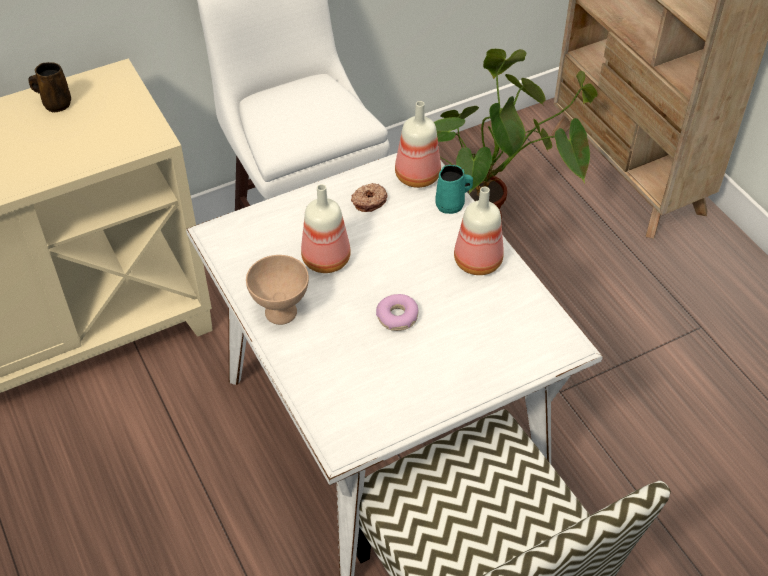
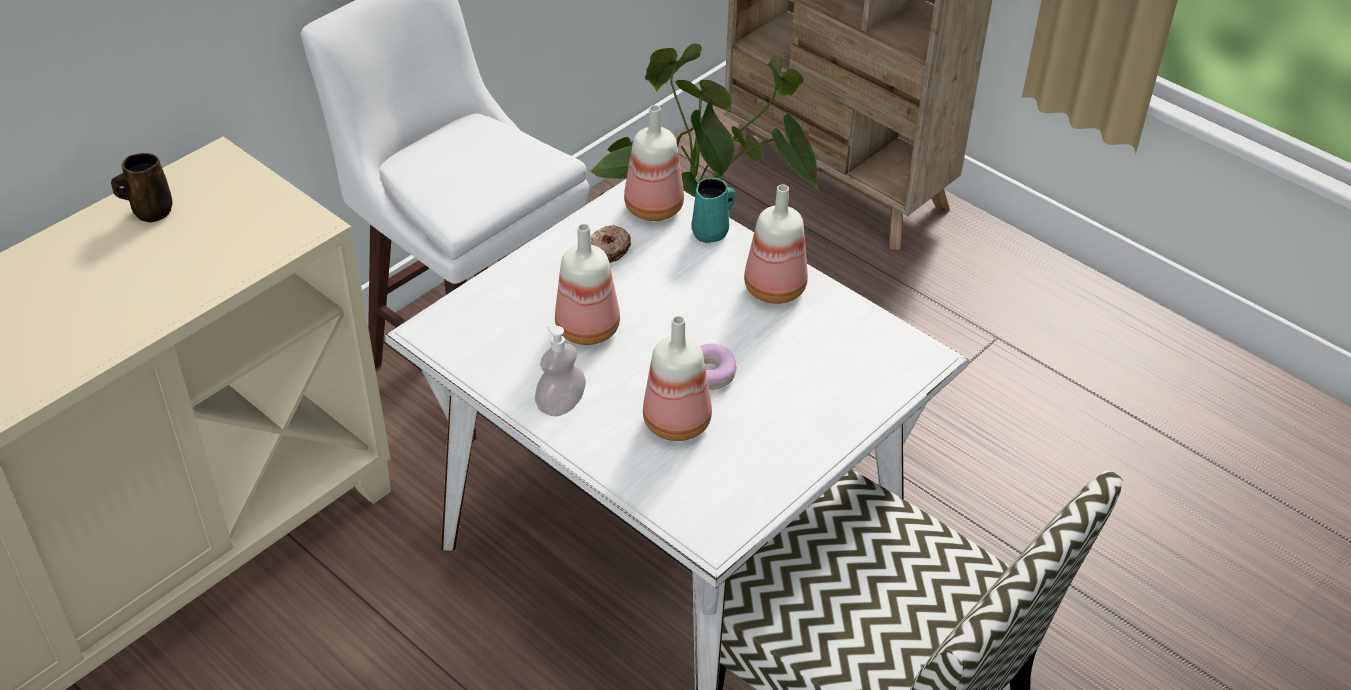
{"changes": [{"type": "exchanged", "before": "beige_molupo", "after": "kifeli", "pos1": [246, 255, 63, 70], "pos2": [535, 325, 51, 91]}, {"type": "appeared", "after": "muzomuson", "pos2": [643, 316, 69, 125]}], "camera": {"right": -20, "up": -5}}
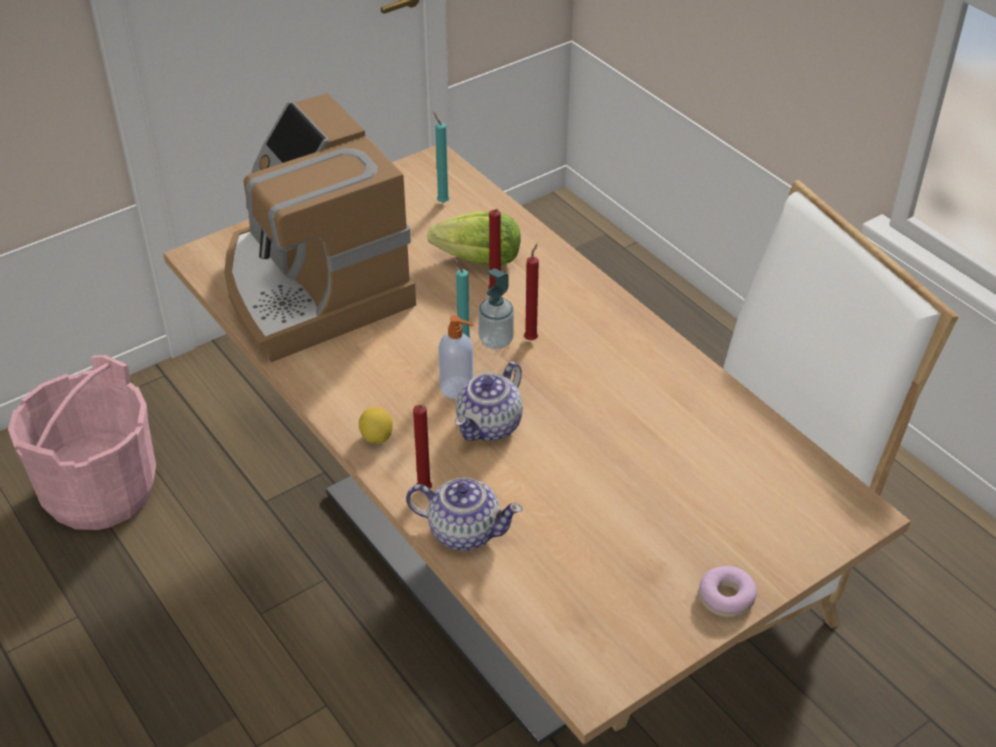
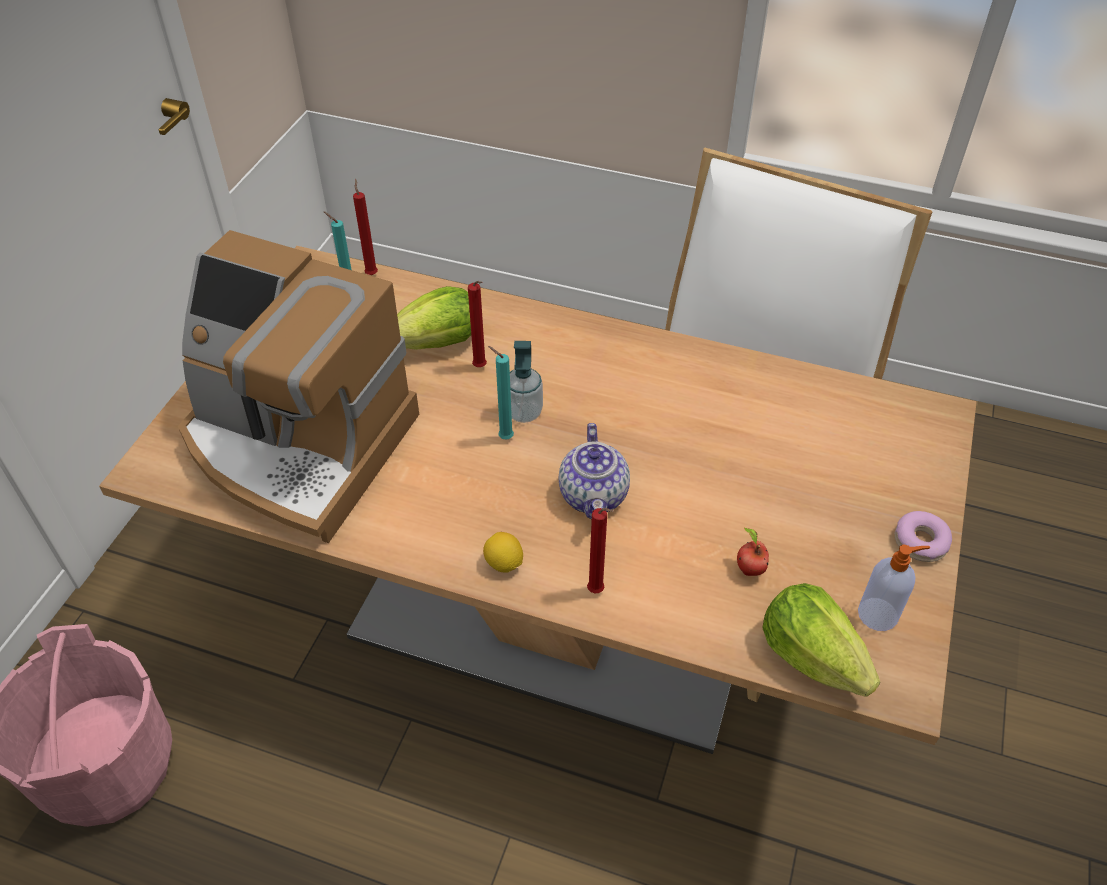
{"changes": [{"type": "relocated", "before": "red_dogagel", "pos1": [524, 244, 15, 96], "pos2": [353, 179, 25, 96]}, {"type": "appeared", "after": "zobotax", "pos2": [737, 527, 32, 49]}, {"type": "appeared", "after": "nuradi", "pos2": [762, 583, 118, 114]}, {"type": "relocated", "before": "kifeli", "pos1": [439, 315, 35, 84], "pos2": [858, 545, 72, 86]}, {"type": "missing", "before": "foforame", "pos1": [406, 477, 117, 74]}], "camera": {"right": -35, "up": 5}}
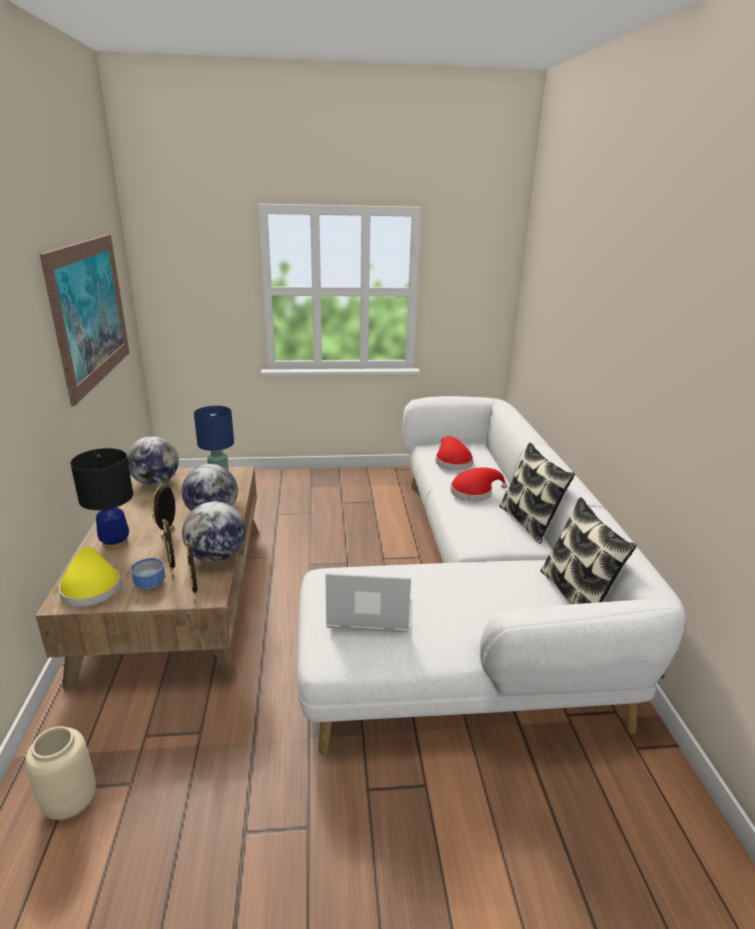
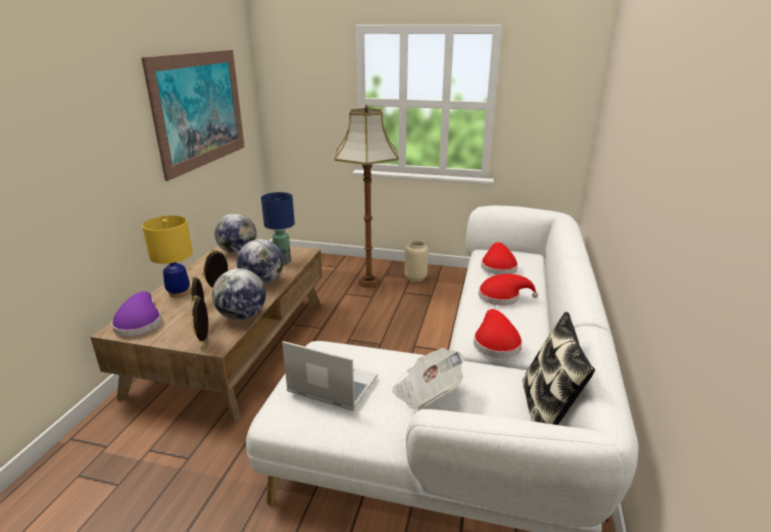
{"changes": [{"type": "colour", "before": "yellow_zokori", "after": "purple_zokori", "pos1": [59, 547, 62, 60], "pos2": [111, 291, 51, 45]}, {"type": "colour", "before": "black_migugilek", "after": "yellow_migugilek", "pos1": [70, 448, 63, 101], "pos2": [142, 216, 51, 81]}, {"type": "appeared", "after": "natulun", "pos2": [335, 104, 64, 184]}, {"type": "appeared", "after": "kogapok", "pos2": [392, 348, 73, 62]}, {"type": "relocated", "before": "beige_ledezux", "pos1": [25, 726, 71, 94], "pos2": [405, 241, 23, 41]}, {"type": "appeared", "after": "red_zokori", "pos2": [474, 309, 48, 49]}, {"type": "missing", "before": "molupo", "pos1": [131, 558, 34, 32]}, {"type": "missing", "before": "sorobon", "pos1": [499, 443, 76, 101]}], "camera": {"right": 20, "up": 0}}
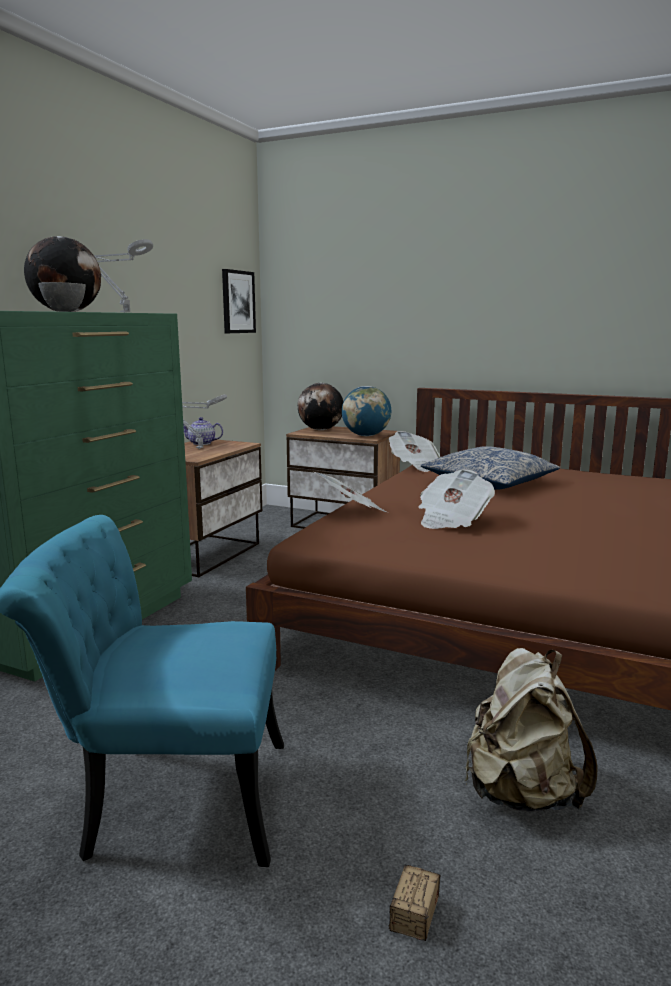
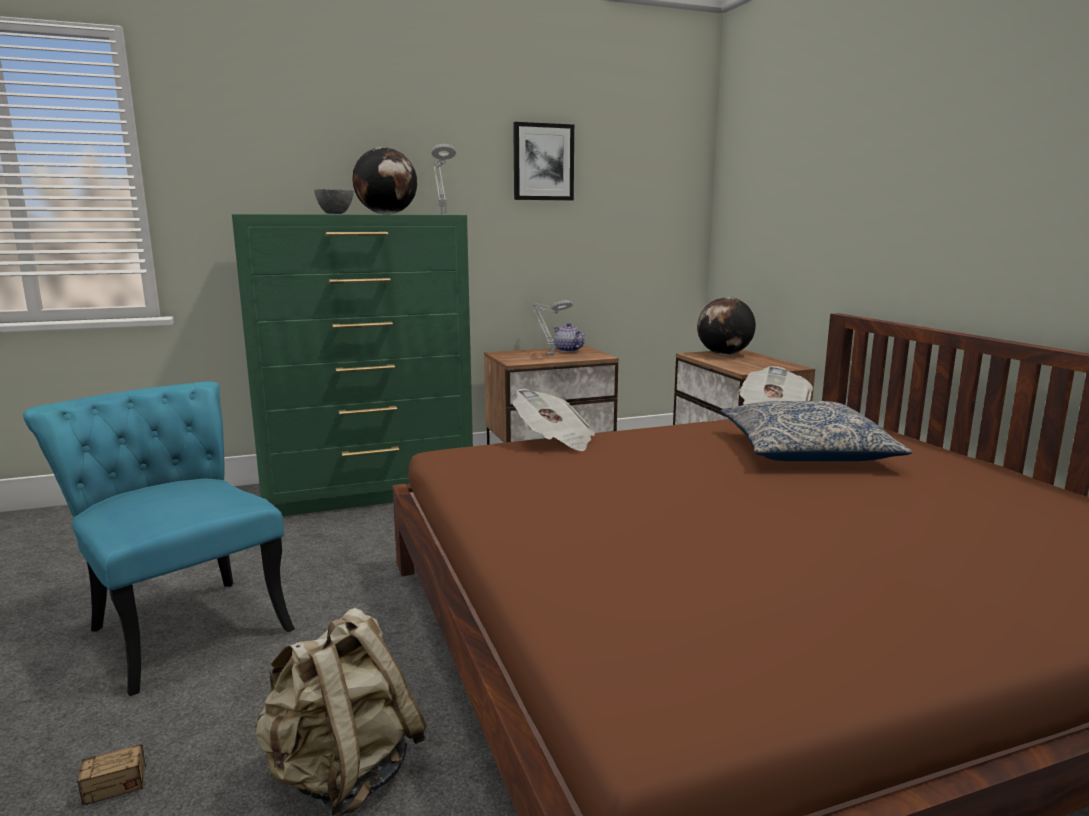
{"changes": [{"type": "relocated", "before": "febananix", "pos1": [222, 269, 34, 64], "pos2": [513, 122, 61, 78]}, {"type": "missing", "before": "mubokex", "pos1": [342, 386, 49, 50]}, {"type": "missing", "before": "kogapok", "pos1": [419, 469, 76, 60]}], "camera": {"right": 45, "up": 0}}
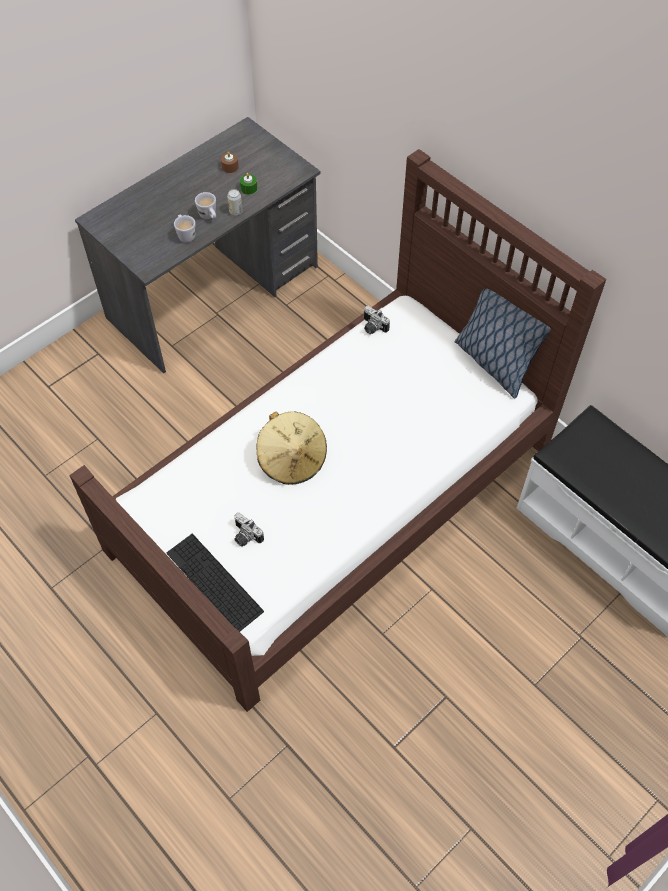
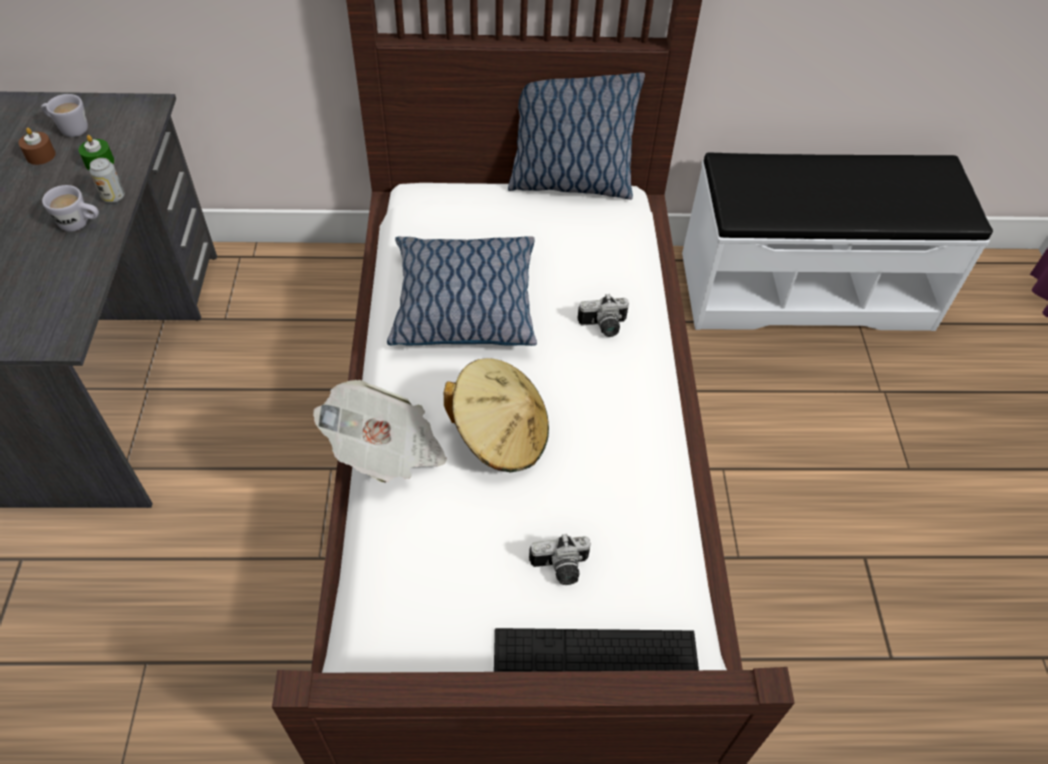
{"changes": [{"type": "relocated", "before": "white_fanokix", "pos1": [174, 214, 22, 29], "pos2": [41, 94, 47, 43]}, {"type": "appeared", "after": "kogapok", "pos2": [313, 380, 134, 103]}, {"type": "appeared", "after": "sorobon", "pos2": [387, 237, 150, 109]}, {"type": "relocated", "before": "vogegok", "pos1": [363, 306, 27, 28], "pos2": [578, 294, 51, 43]}], "camera": {"right": -50, "up": -5}}
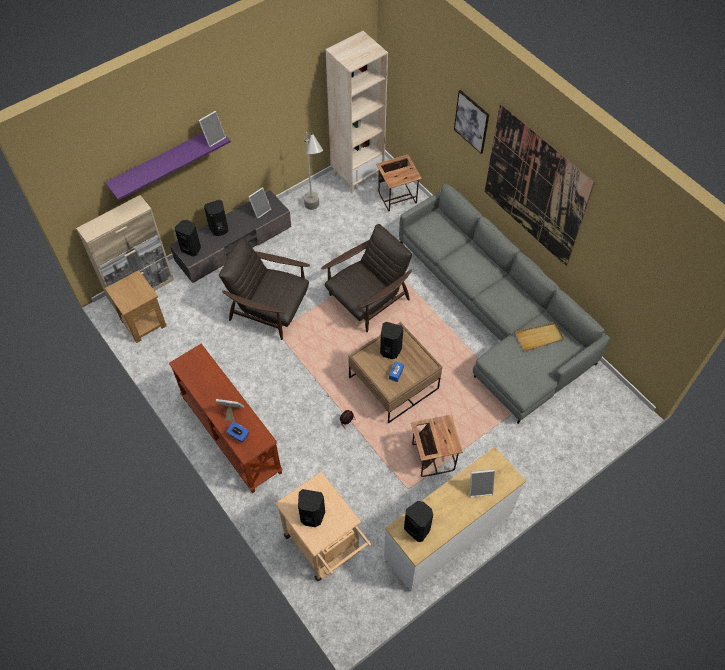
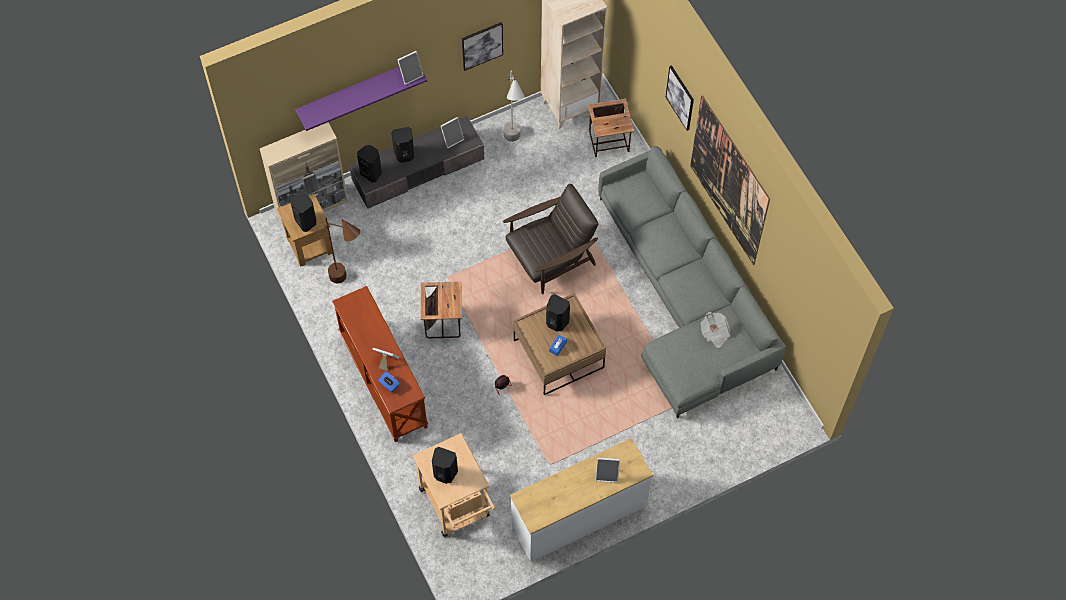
{"changes": [{"type": "relocated", "before": "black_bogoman", "pos1": [404, 501, 29, 41], "pos2": [290, 193, 26, 39]}, {"type": "appeared", "after": "brown_natulun", "pos2": [322, 218, 38, 65]}, {"type": "relocated", "before": "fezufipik", "pos1": [411, 415, 52, 62], "pos2": [420, 282, 42, 56]}, {"type": "appeared", "after": "febananix", "pos2": [462, 22, 41, 49]}, {"type": "exchanged", "before": "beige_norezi", "after": "kogapok", "pos1": [516, 322, 48, 29], "pos2": [701, 312, 30, 36]}, {"type": "missing", "before": "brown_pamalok", "pos1": [219, 238, 91, 102]}], "camera": {"right": 10, "up": 5}}
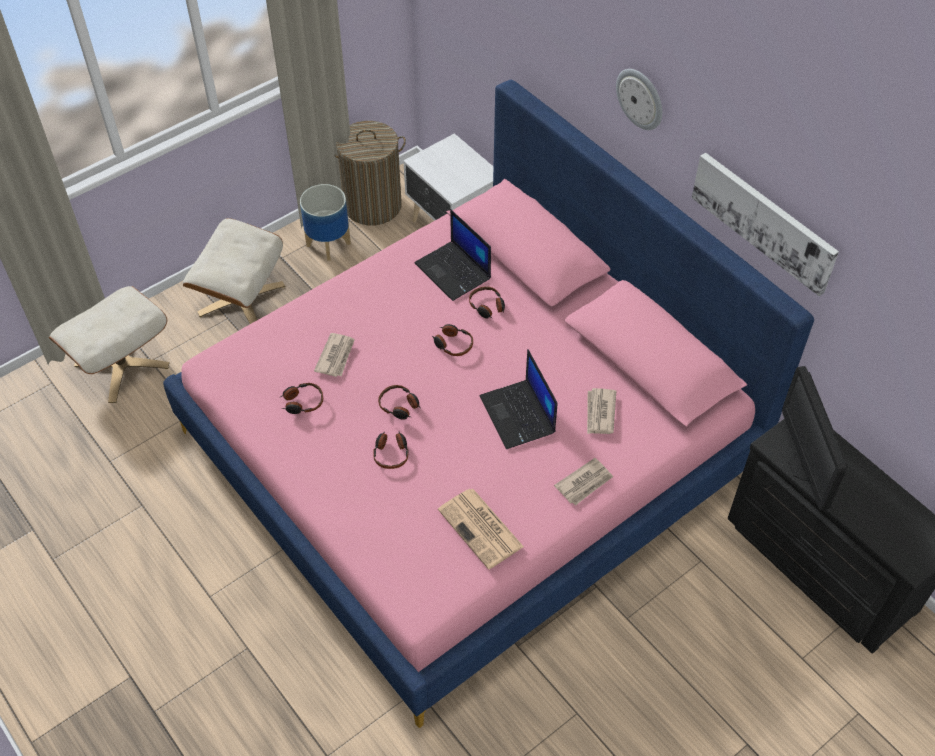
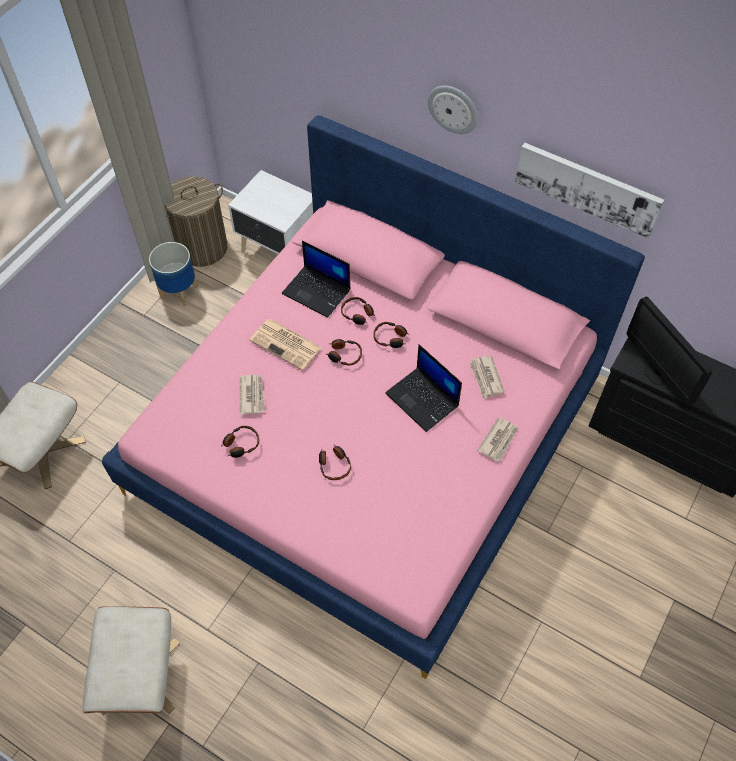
{"changes": [{"type": "relocated", "before": "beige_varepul", "pos1": [183, 218, 102, 106], "pos2": [82, 606, 98, 110]}, {"type": "relocated", "before": "kogapok", "pos1": [438, 489, 86, 81], "pos2": [250, 319, 72, 51]}, {"type": "relocated", "before": "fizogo", "pos1": [378, 385, 42, 35], "pos2": [373, 322, 36, 26]}], "camera": {"right": -20, "up": 5}}
